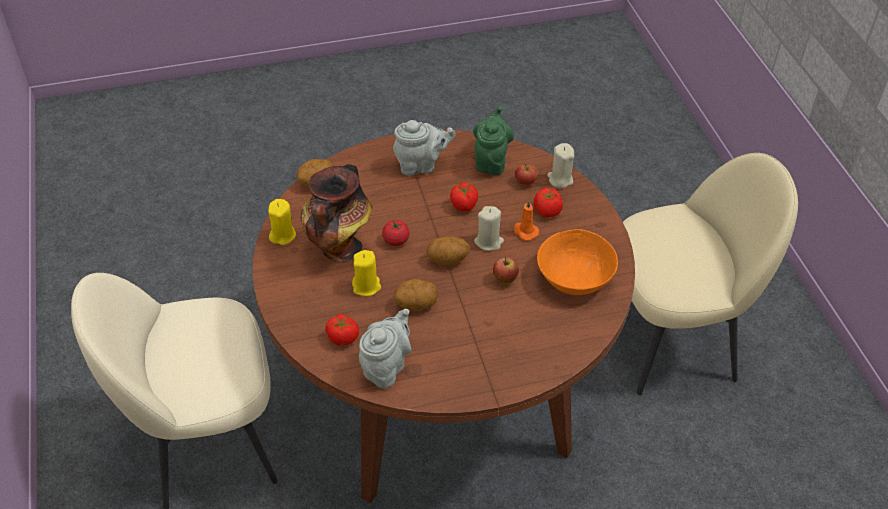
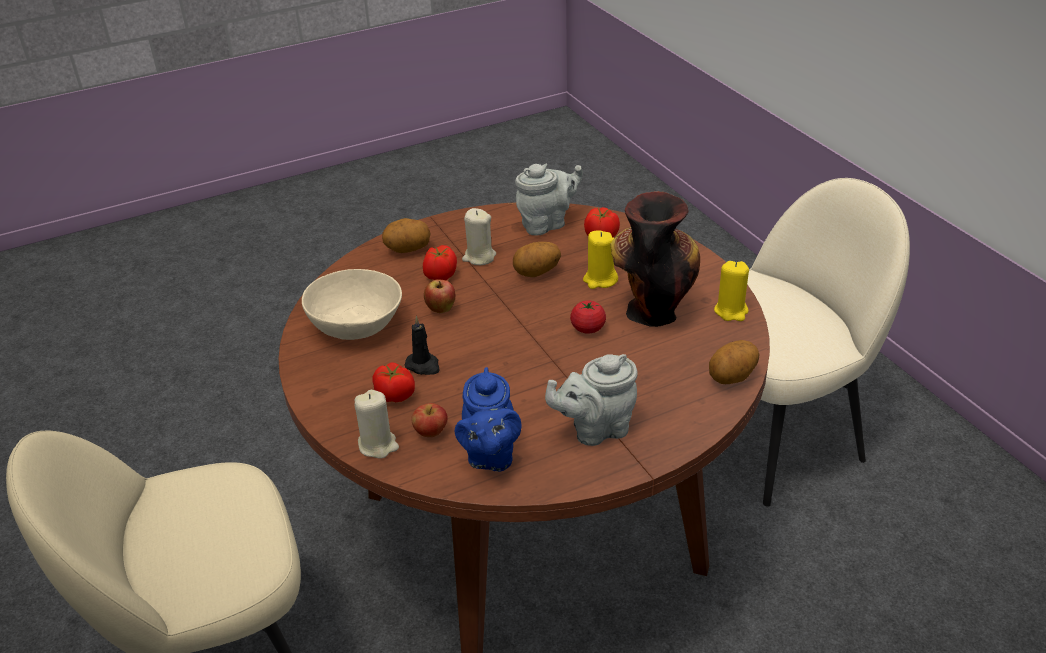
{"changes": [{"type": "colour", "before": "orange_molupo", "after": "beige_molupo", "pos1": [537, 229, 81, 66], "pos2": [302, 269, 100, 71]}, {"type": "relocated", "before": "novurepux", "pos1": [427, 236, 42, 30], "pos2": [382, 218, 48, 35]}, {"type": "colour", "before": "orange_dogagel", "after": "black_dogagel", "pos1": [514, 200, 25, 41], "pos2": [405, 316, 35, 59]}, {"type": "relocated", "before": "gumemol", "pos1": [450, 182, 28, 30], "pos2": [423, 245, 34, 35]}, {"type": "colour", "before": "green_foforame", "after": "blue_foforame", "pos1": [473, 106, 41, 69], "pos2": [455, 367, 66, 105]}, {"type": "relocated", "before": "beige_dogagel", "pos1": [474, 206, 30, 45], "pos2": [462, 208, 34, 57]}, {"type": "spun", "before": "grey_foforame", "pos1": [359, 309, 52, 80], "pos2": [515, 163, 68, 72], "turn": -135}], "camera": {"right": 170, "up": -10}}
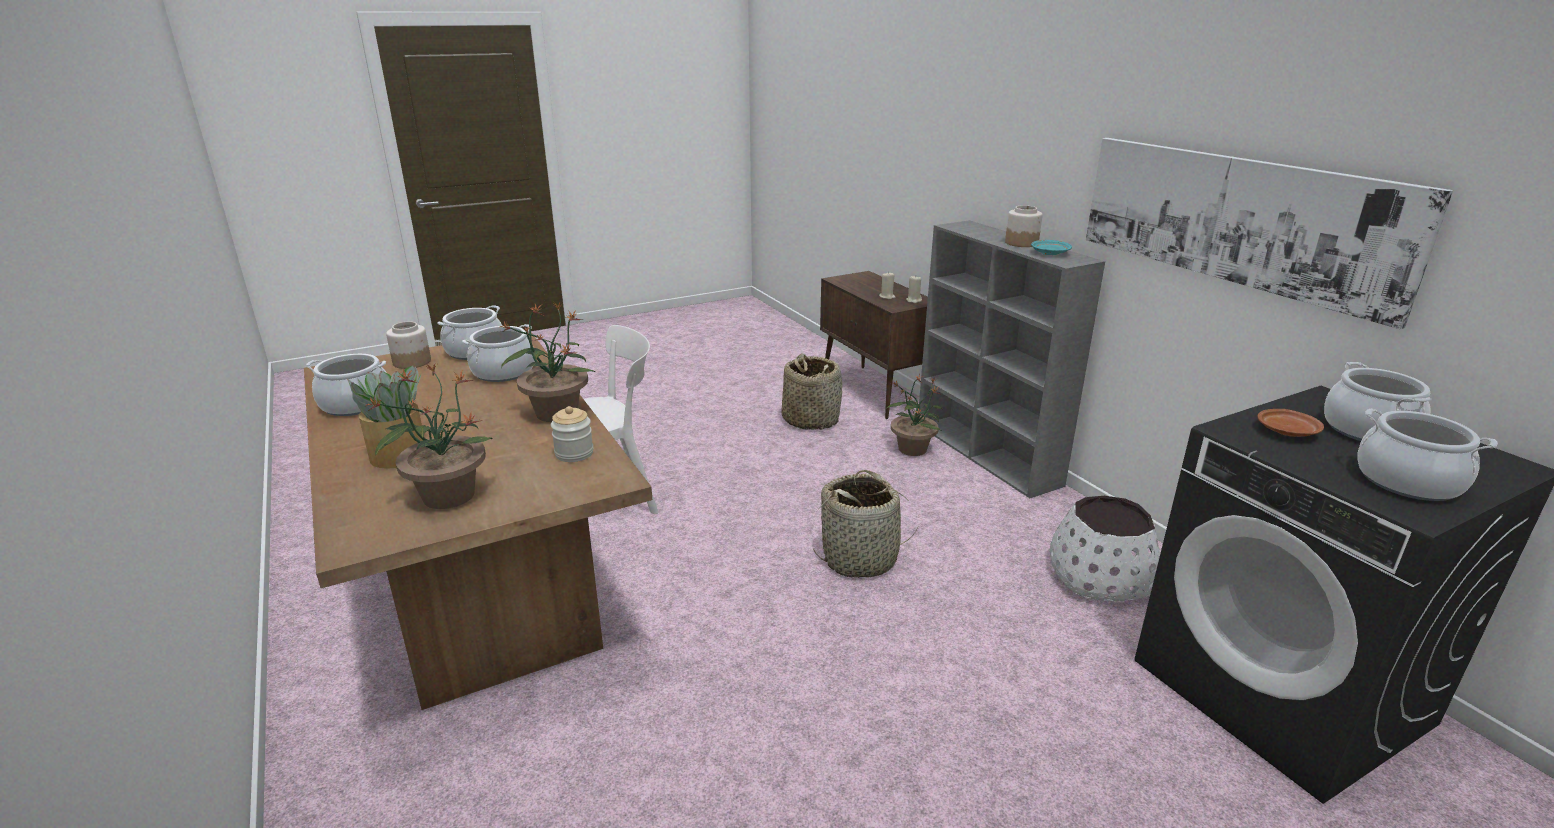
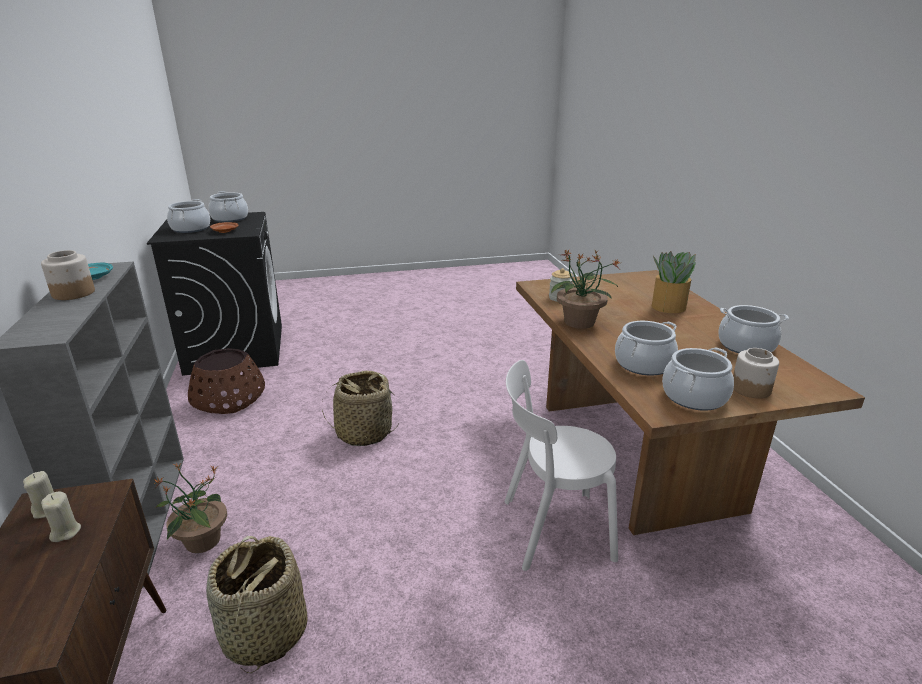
{"changes": [{"type": "colour", "before": "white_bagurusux", "after": "brown_bagurusux", "pos1": [1050, 496, 110, 105], "pos2": [188, 348, 77, 66]}, {"type": "missing", "before": "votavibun", "pos1": [364, 364, 128, 145]}, {"type": "missing", "before": "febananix", "pos1": [1086, 138, 368, 191]}], "camera": {"right": -165, "up": 0}}
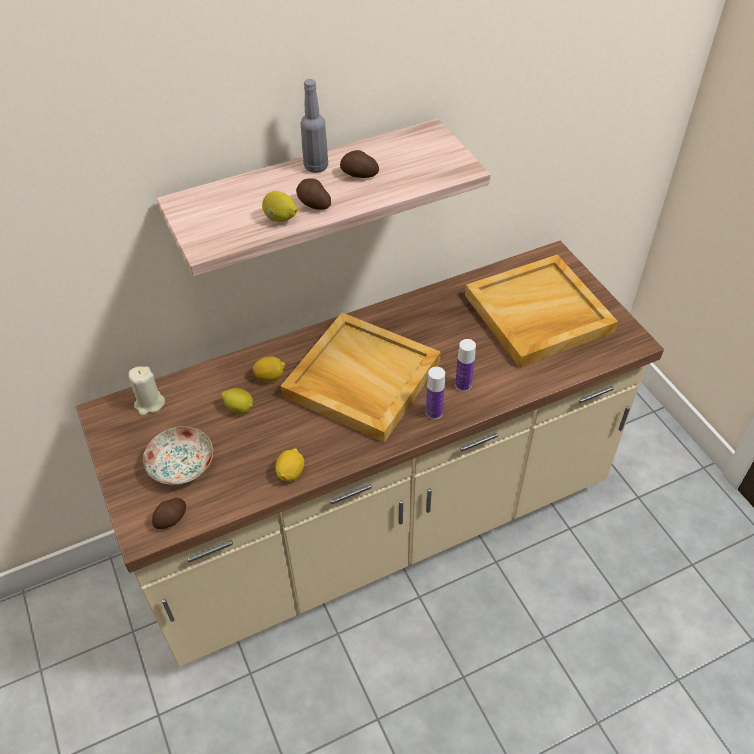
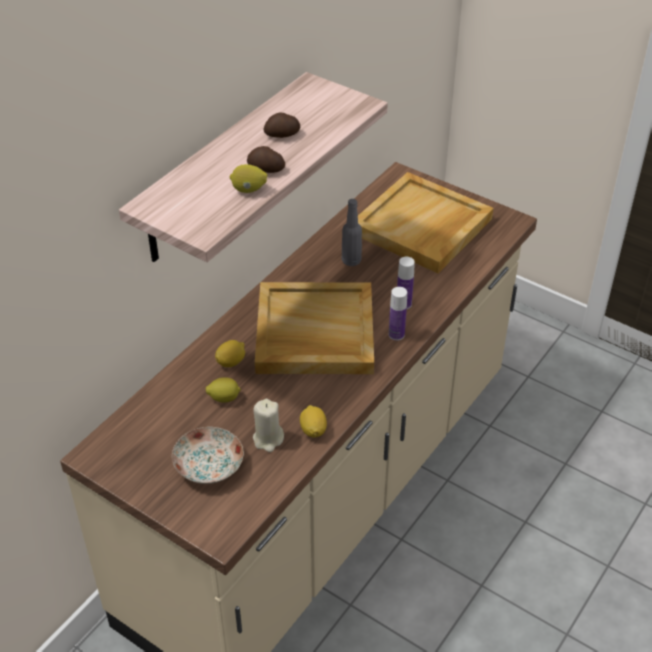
{"changes": [{"type": "relocated", "before": "beige_dogagel", "pos1": [128, 366, 37, 50], "pos2": [253, 399, 31, 53]}, {"type": "relocated", "before": "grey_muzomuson", "pos1": [300, 79, 28, 94], "pos2": [341, 199, 21, 67]}, {"type": "missing", "before": "novurepux", "pos1": [152, 498, 34, 31]}], "camera": {"right": -30, "up": -5}}
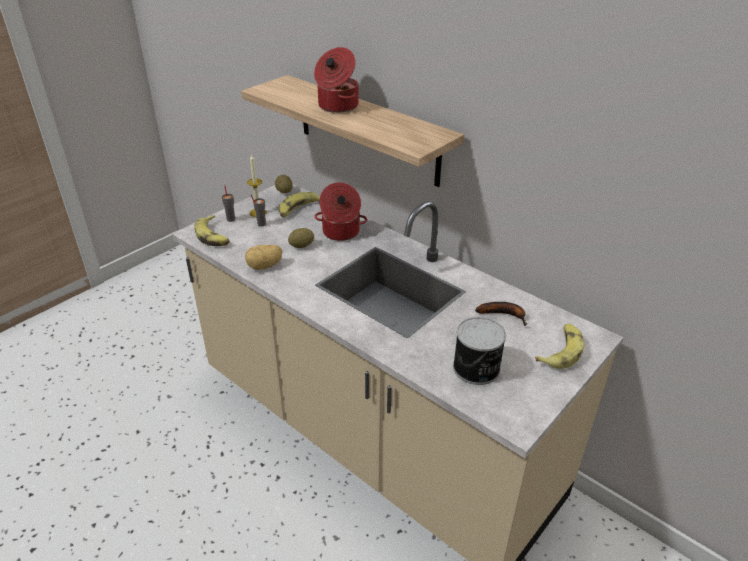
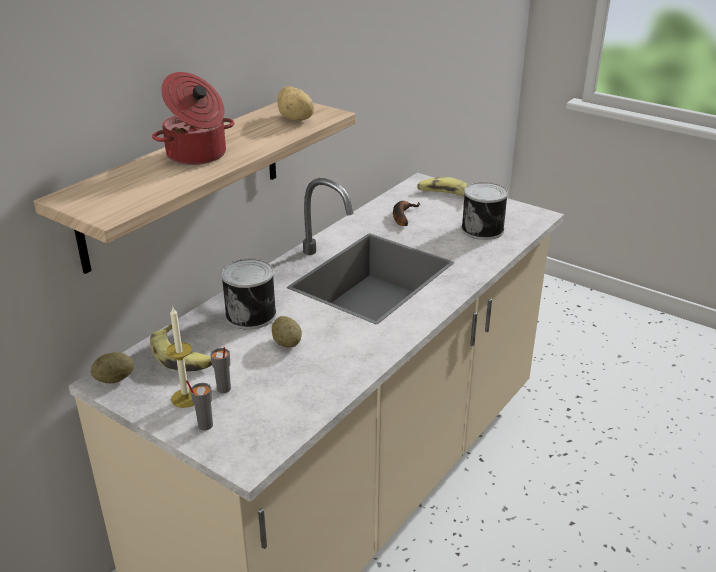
{"changes": [{"type": "exchanged", "before": "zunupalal", "after": "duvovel", "pos1": [314, 182, 53, 59], "pos2": [221, 259, 55, 71]}, {"type": "relocated", "before": "novurepux", "pos1": [245, 245, 37, 25], "pos2": [277, 86, 37, 35]}, {"type": "missing", "before": "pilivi", "pos1": [194, 215, 36, 31]}], "camera": {"right": -95, "up": -5}}
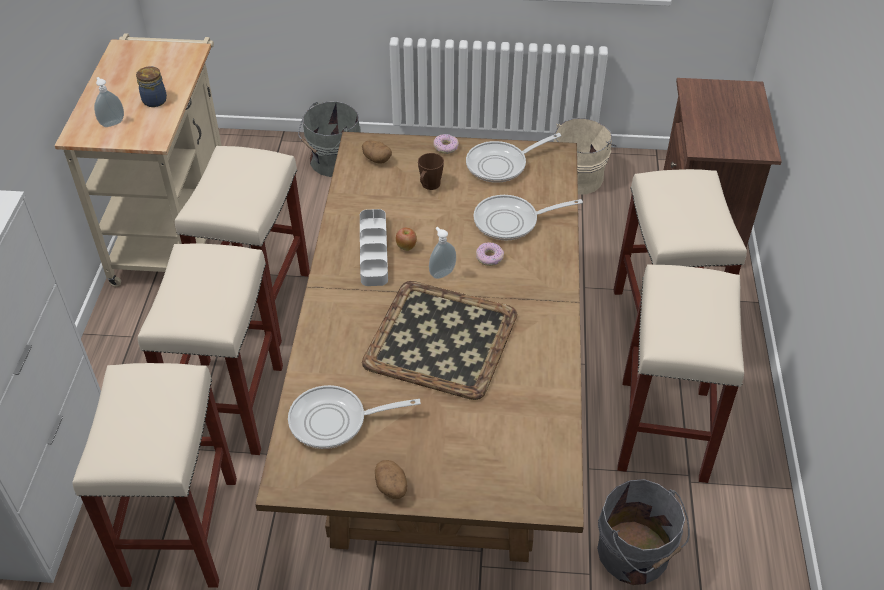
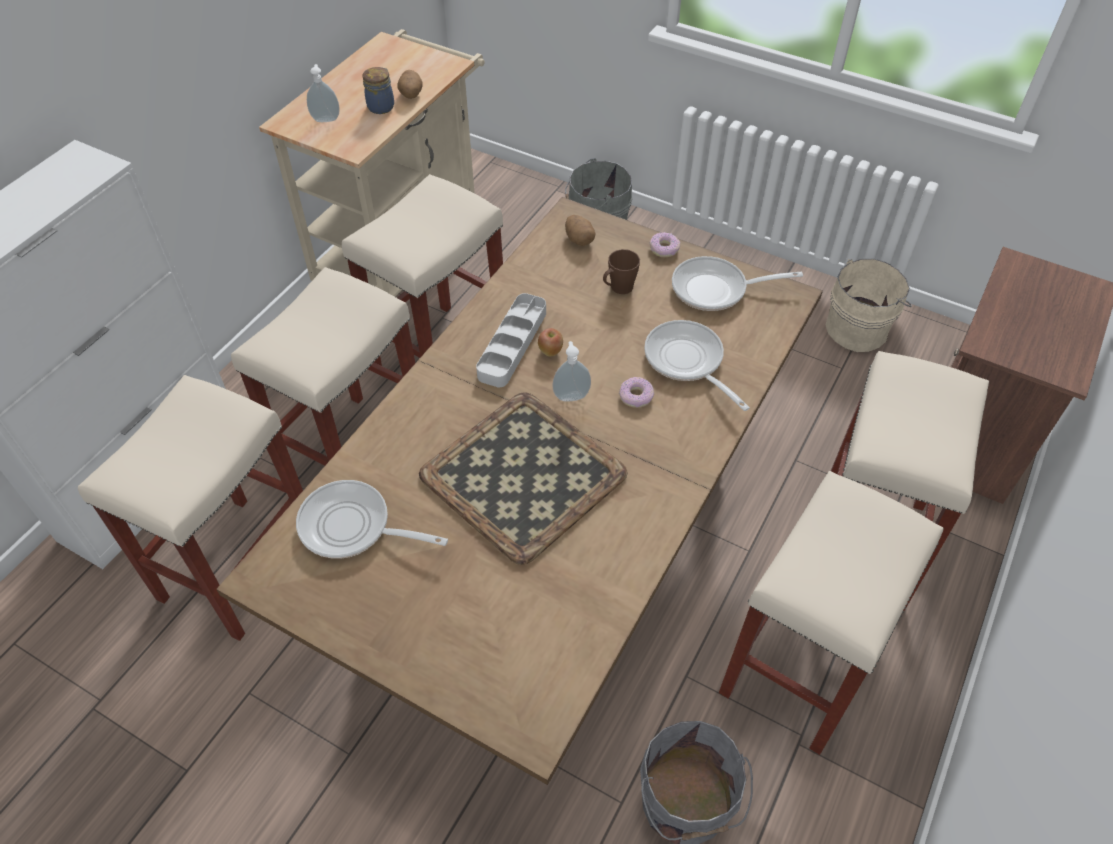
{"changes": [{"type": "relocated", "before": "novurepux", "pos1": [375, 460, 32, 39], "pos2": [398, 70, 25, 29]}, {"type": "spun", "before": "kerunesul", "pos1": [473, 195, 110, 45], "pos2": [644, 320, 106, 91], "turn": 45}], "camera": {"right": 25, "up": 5}}
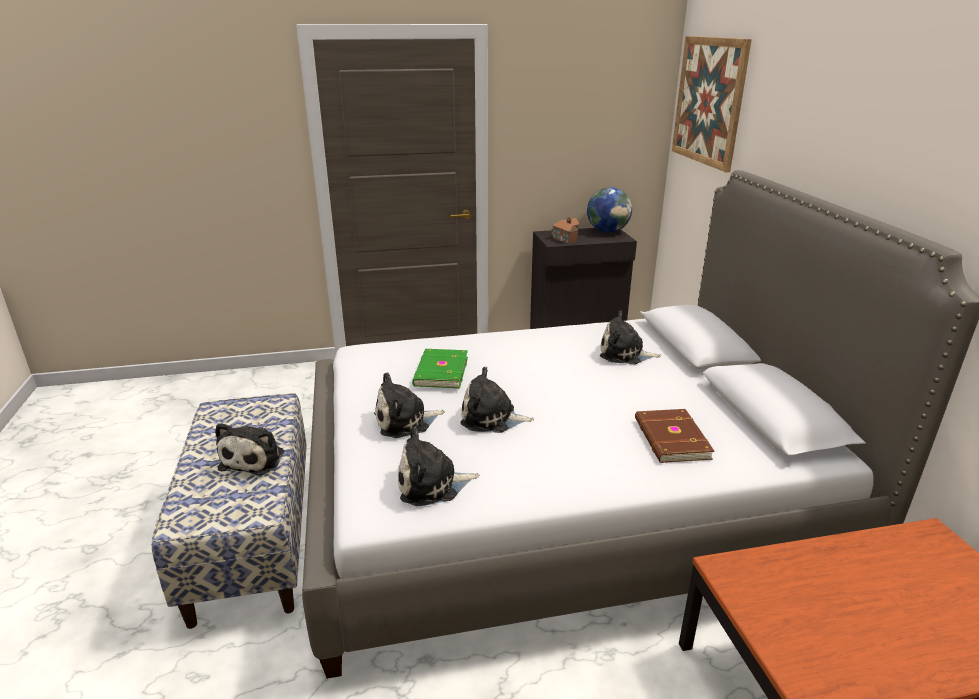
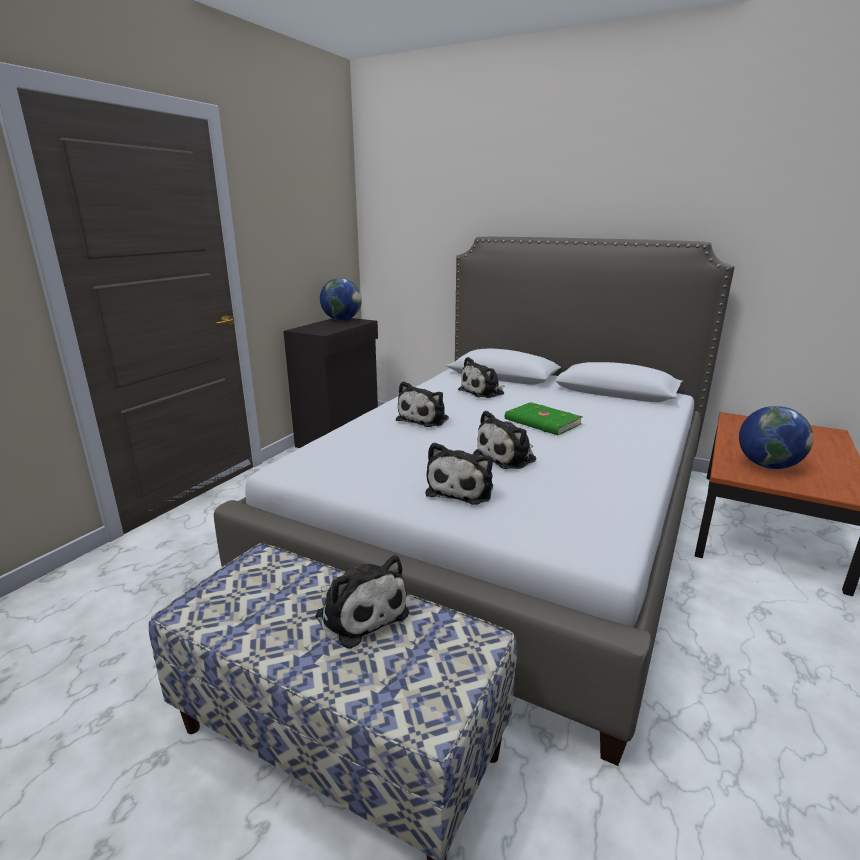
{"changes": [{"type": "relocated", "before": "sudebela", "pos1": [398, 426, 81, 80], "pos2": [396, 381, 53, 46]}, {"type": "relocated", "before": "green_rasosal", "pos1": [412, 349, 56, 39], "pos2": [505, 402, 77, 33]}, {"type": "appeared", "after": "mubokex", "pos2": [739, 406, 74, 63]}, {"type": "missing", "before": "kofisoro", "pos1": [551, 217, 29, 27]}, {"type": "missing", "before": "brown_rasosal", "pos1": [635, 409, 79, 54]}, {"type": "missing", "before": "febananix", "pos1": [672, 36, 80, 136]}], "camera": {"right": -50, "up": -5}}
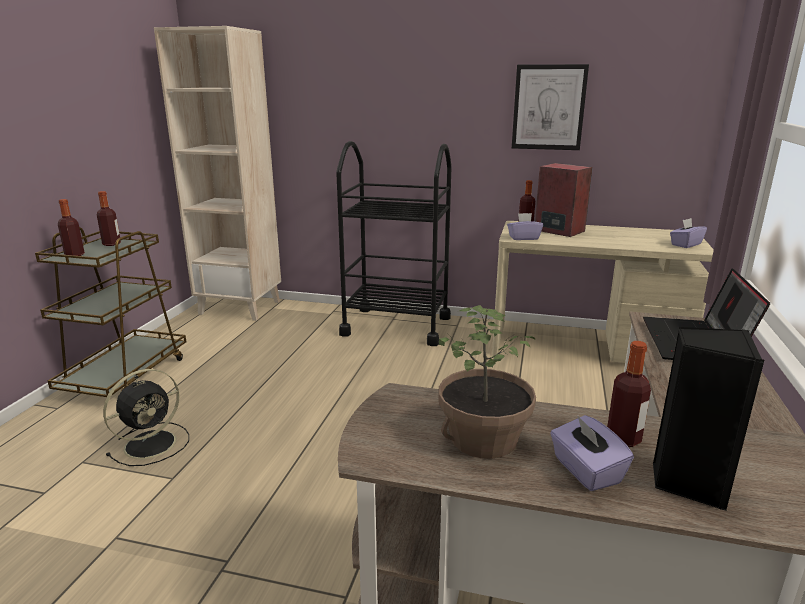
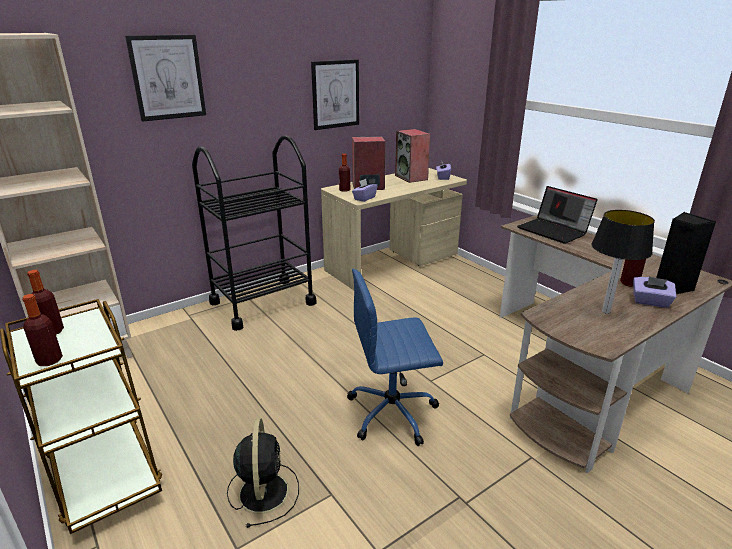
{"changes": [{"type": "appeared", "after": "febananix", "pos2": [125, 35, 81, 87]}, {"type": "appeared", "after": "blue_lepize", "pos2": [347, 269, 96, 177]}, {"type": "appeared", "after": "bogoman", "pos2": [395, 129, 36, 54]}, {"type": "exchanged", "before": "votavibun", "after": "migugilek", "pos1": [439, 305, 97, 154], "pos2": [592, 210, 63, 104]}], "camera": {"right": -50, "up": 5}}
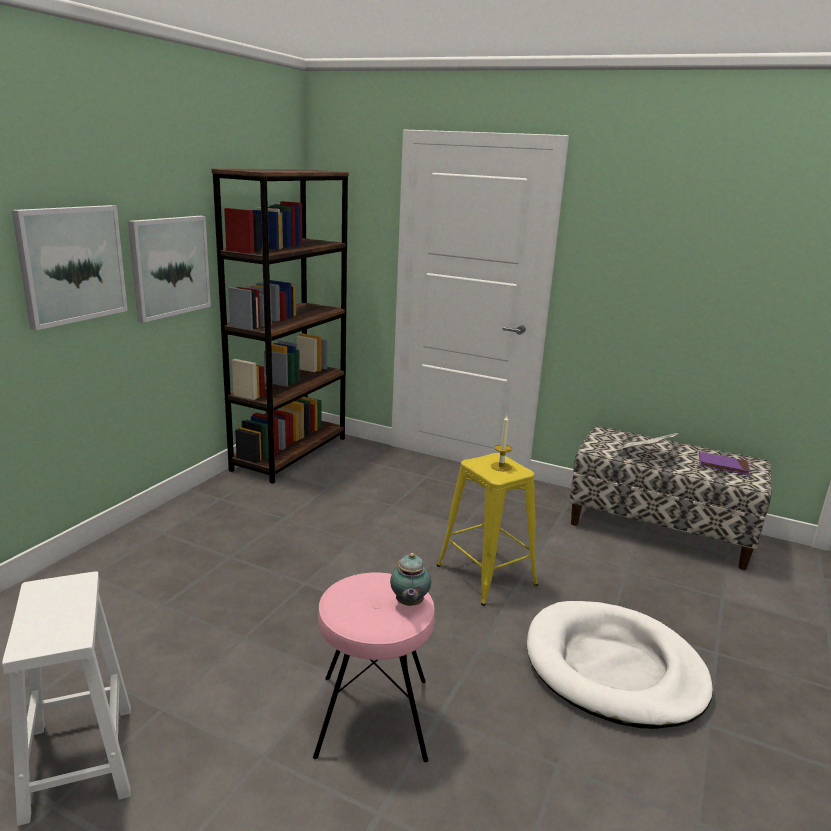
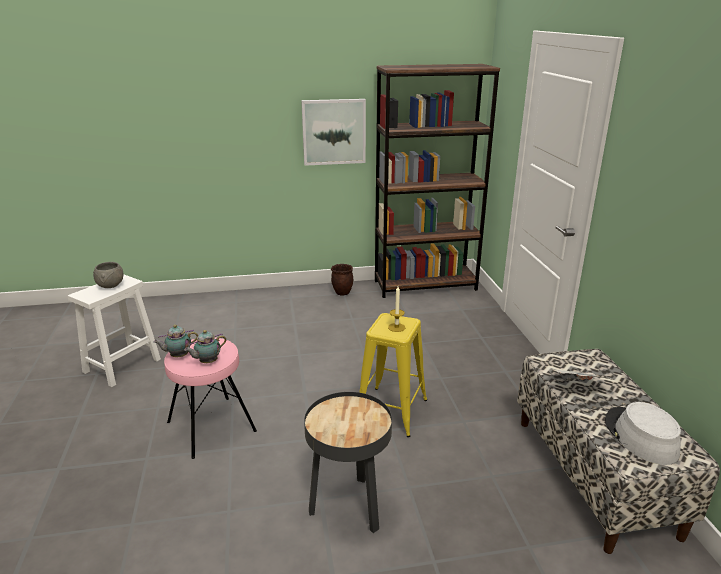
{"changes": [{"type": "appeared", "after": "grey_molupo", "pos2": [93, 262, 31, 26]}, {"type": "appeared", "after": "foforame", "pos2": [154, 325, 44, 32]}, {"type": "exchanged", "before": "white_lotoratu", "after": "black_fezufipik", "pos1": [527, 601, 186, 128], "pos2": [304, 392, 88, 141]}, {"type": "appeared", "after": "brown_bagurusux", "pos2": [331, 264, 22, 32]}, {"type": "exchanged", "before": "purple_rasosal", "after": "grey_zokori", "pos1": [699, 452, 52, 24], "pos2": [605, 402, 76, 63]}, {"type": "missing", "before": "febananix", "pos1": [12, 205, 116, 125]}], "camera": {"right": 55, "up": 5}}
